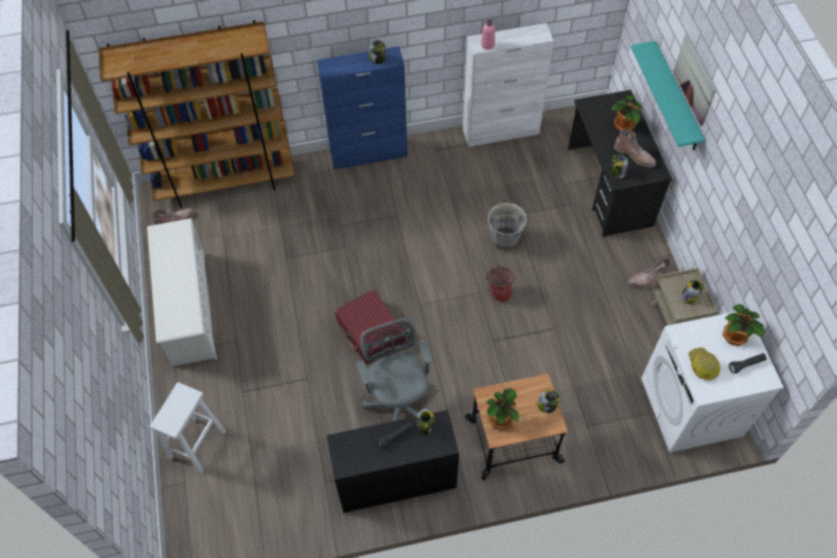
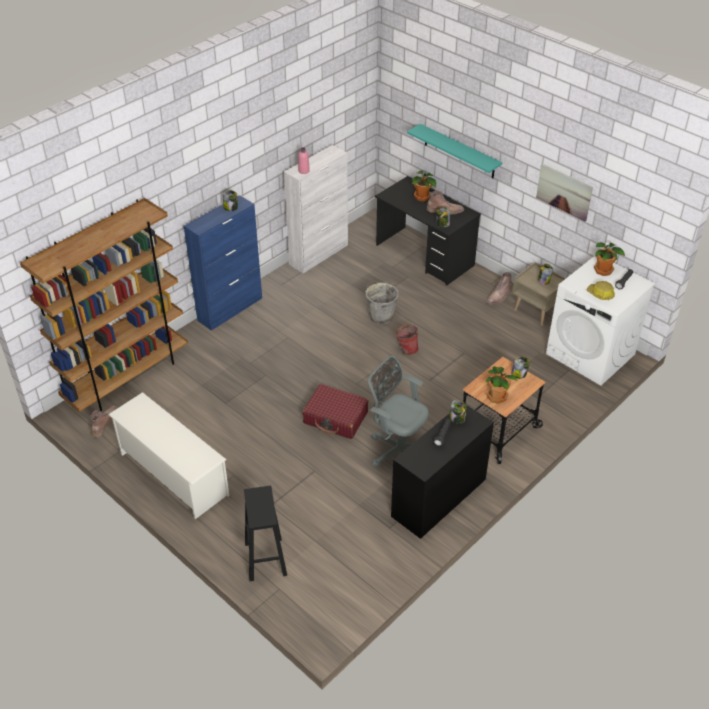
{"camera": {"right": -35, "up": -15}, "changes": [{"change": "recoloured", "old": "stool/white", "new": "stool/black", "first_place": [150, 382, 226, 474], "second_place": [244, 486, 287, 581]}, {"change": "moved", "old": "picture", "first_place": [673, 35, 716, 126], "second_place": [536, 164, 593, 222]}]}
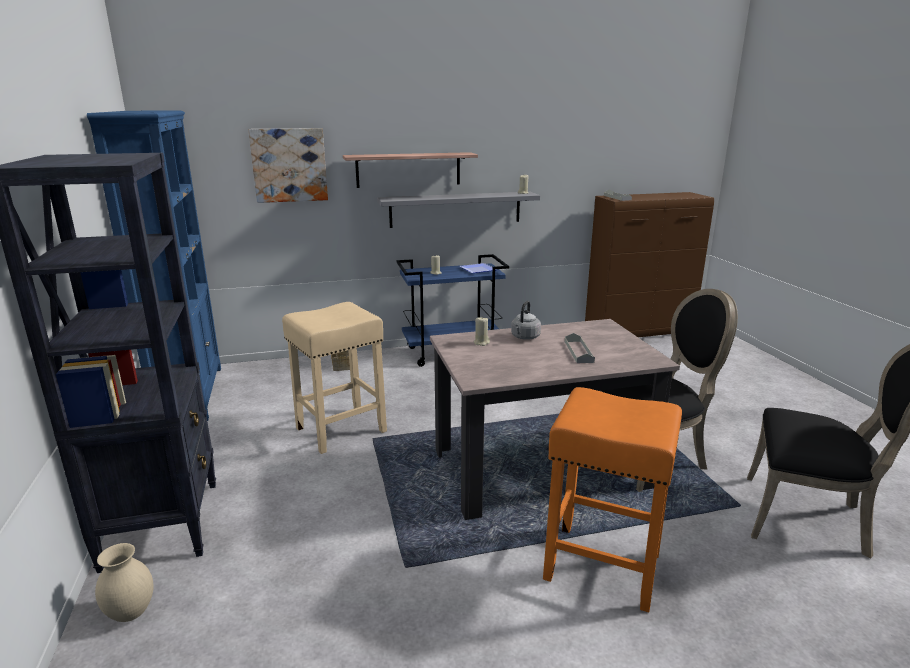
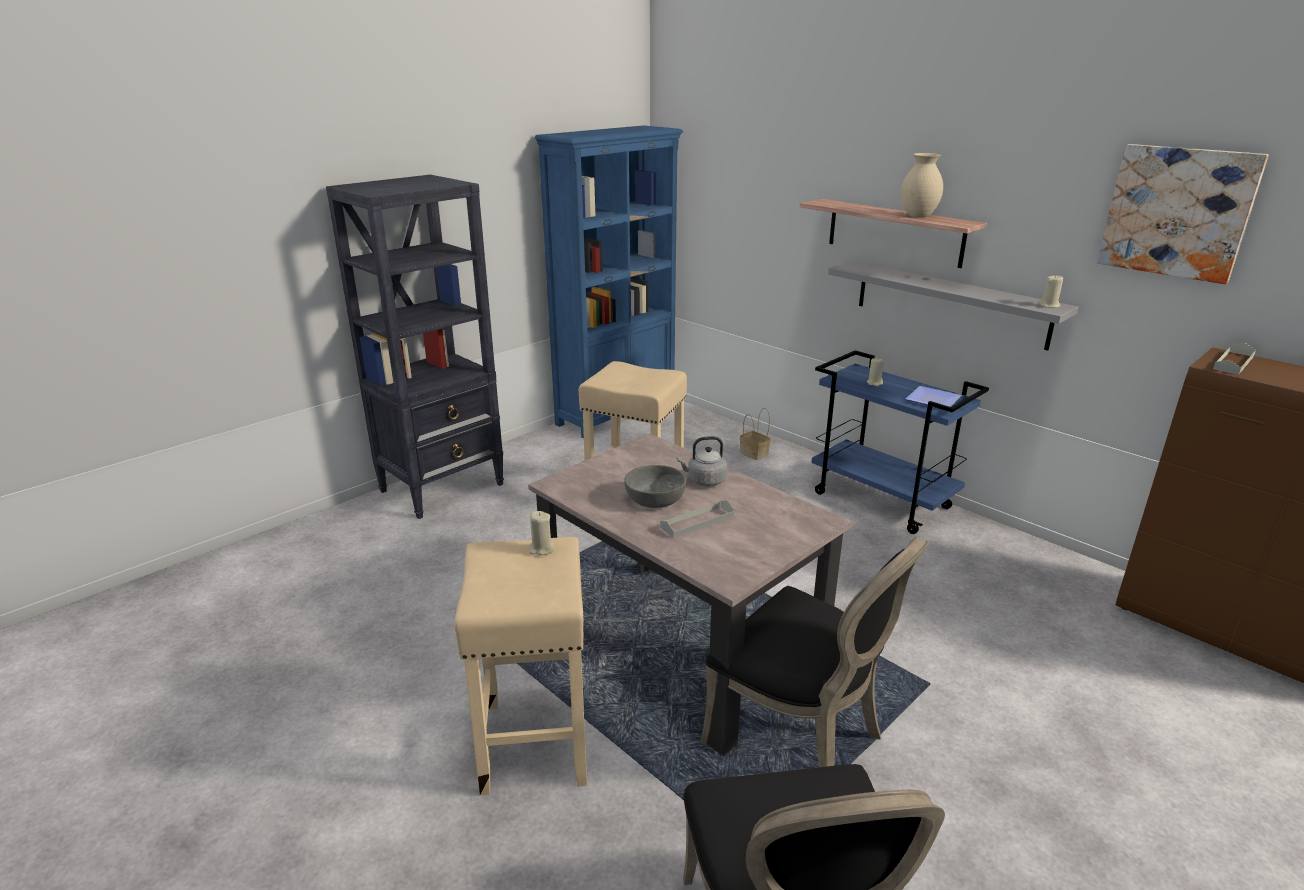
{"camera": {"right": 60, "up": 5}, "changes": [{"change": "recoloured", "old": "stool/orange", "new": "stool/beige", "first_place": [543, 387, 682, 612], "second_place": [454, 537, 587, 795]}, {"change": "moved", "old": "candle/beige", "first_place": [474, 317, 490, 346], "second_place": [529, 511, 554, 555]}, {"change": "added", "new": "bowl/grey", "second_place": [624, 465, 686, 508]}, {"change": "moved", "old": "vase/beige", "first_place": [95, 543, 153, 622], "second_place": [901, 153, 943, 218]}, {"change": "moved", "old": "picture", "first_place": [248, 128, 328, 203], "second_place": [1097, 144, 1269, 284]}]}
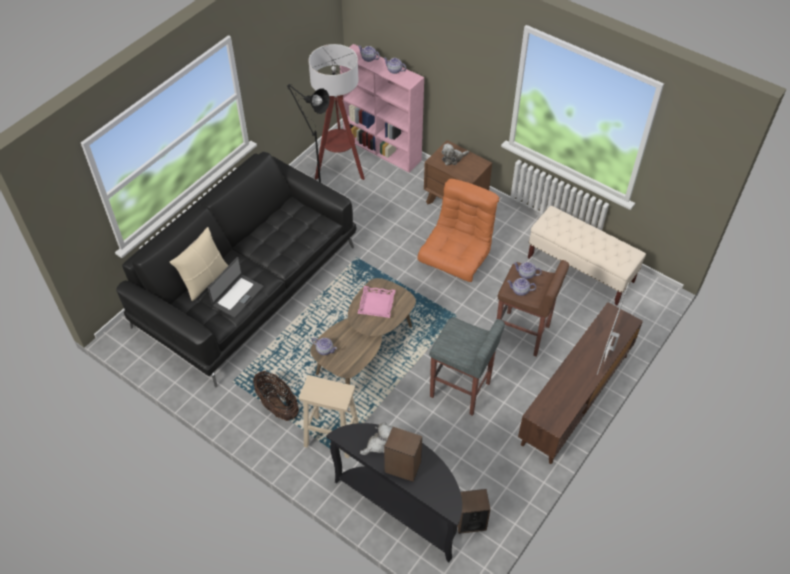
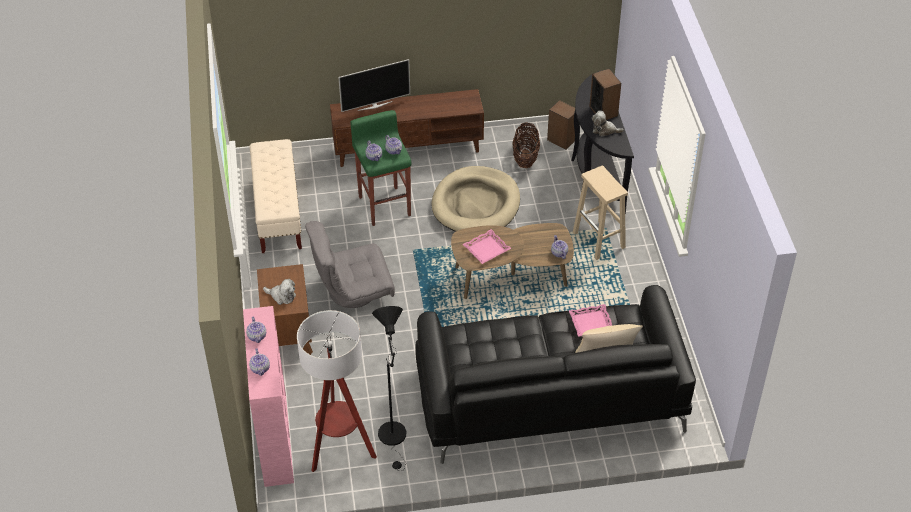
{"camera": {"right": -135, "up": -5}, "changes": [{"change": "recoloured", "old": "armchair/orange", "new": "armchair/grey", "first_place": [418, 179, 500, 282], "second_place": [305, 221, 395, 308]}, {"change": "recoloured", "old": "stool/brown", "new": "stool/green", "first_place": [497, 260, 569, 357], "second_place": [350, 110, 412, 226]}, {"change": "replaced", "old": "stool/grey", "new": "dog bed/beige", "first_place": [429, 317, 505, 416], "second_place": [431, 166, 520, 232]}, {"change": "moved", "old": "basket", "first_place": [253, 371, 299, 421], "second_place": [513, 122, 540, 168]}, {"change": "replaced", "old": "laptop", "new": "tray/pink", "first_place": [208, 257, 264, 318], "second_place": [569, 304, 612, 337]}]}
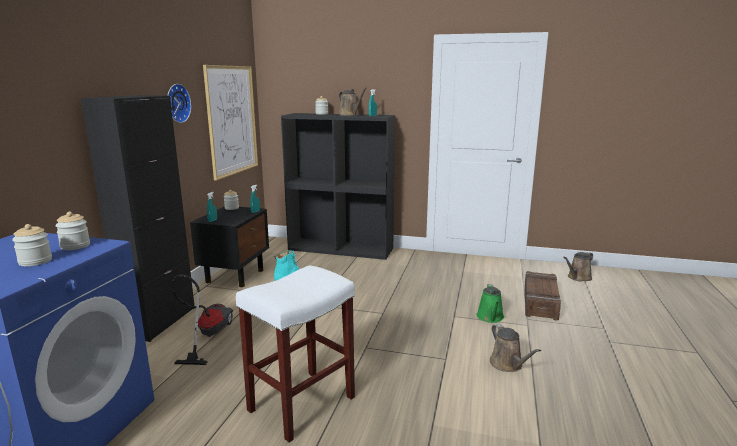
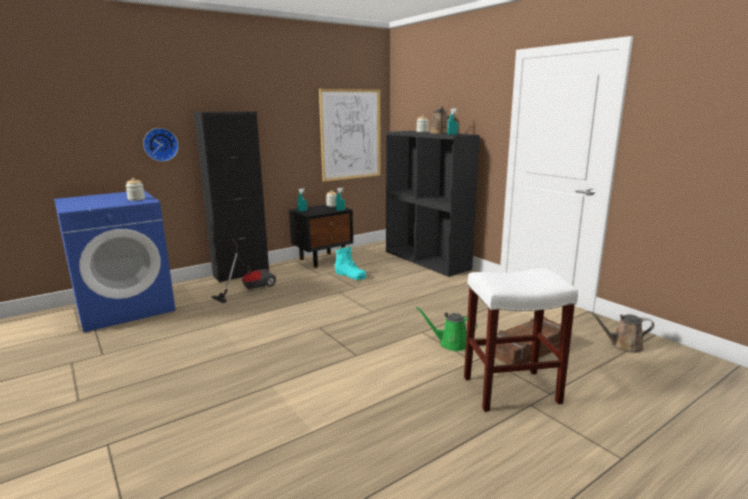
{"camera": {"right": 40, "up": 0}, "changes": [{"change": "moved", "old": "wall clock", "first_place": [167, 84, 191, 123], "second_place": [143, 128, 179, 162]}, {"change": "turned", "old": "watering can/green", "first_place": [477, 284, 504, 323], "second_place": [416, 307, 478, 351], "degrees": 60}, {"change": "moved", "old": "stool/white", "first_place": [236, 265, 355, 443], "second_place": [464, 268, 578, 412]}, {"change": "removed", "old": "jar", "first_place": [12, 224, 52, 266]}, {"change": "removed", "old": "watering can/brown", "first_place": [490, 324, 541, 372]}]}
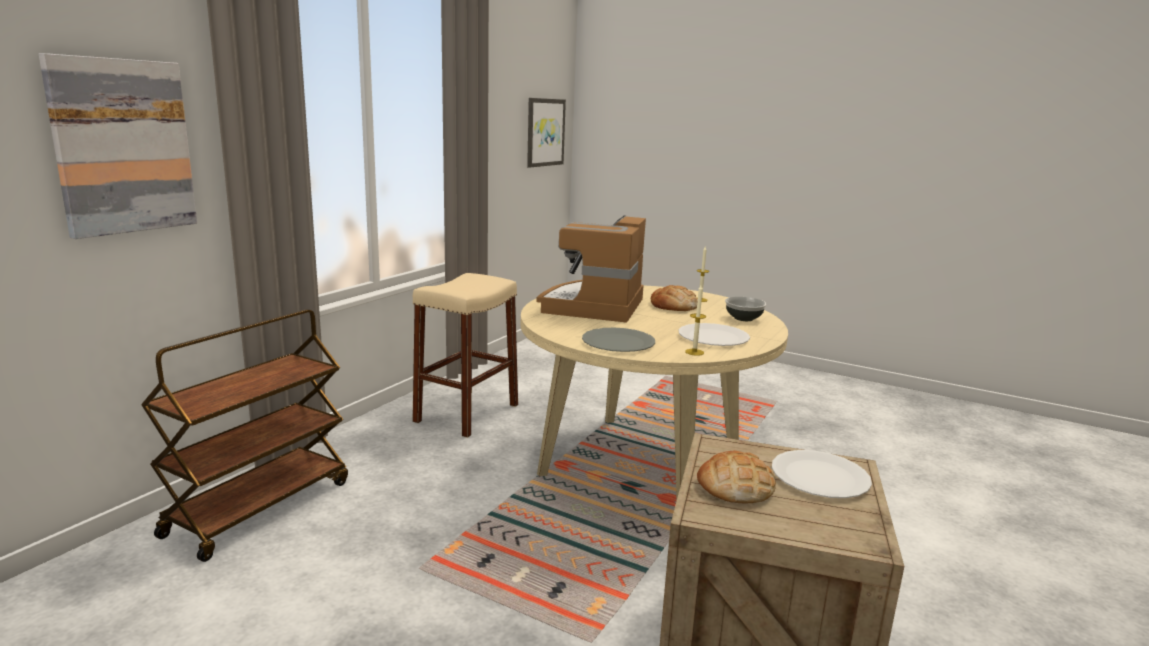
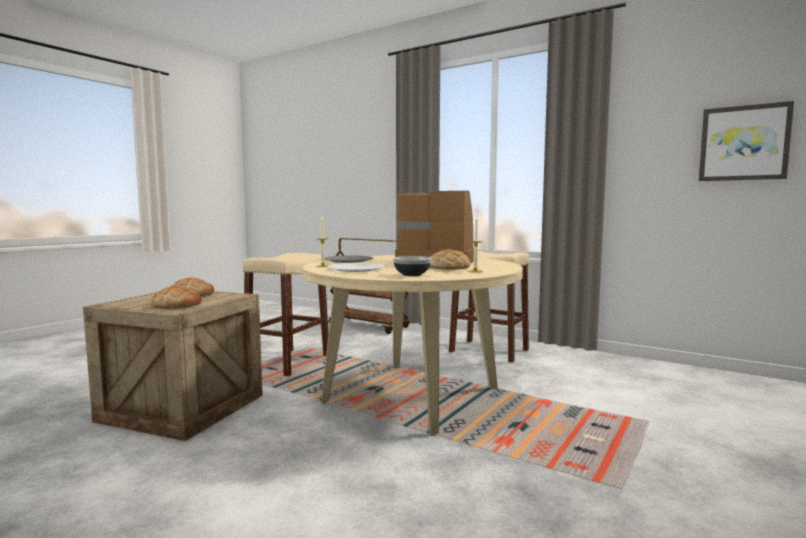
{"camera": {"right": 95, "up": -10}, "changes": [{"change": "replaced", "old": "plate/white", "new": "bread", "first_place": [772, 450, 872, 498], "second_place": [151, 285, 202, 309]}, {"change": "added", "new": "stool/beige", "second_place": [243, 253, 329, 376]}, {"change": "removed", "old": "picture", "first_place": [39, 53, 197, 239]}]}
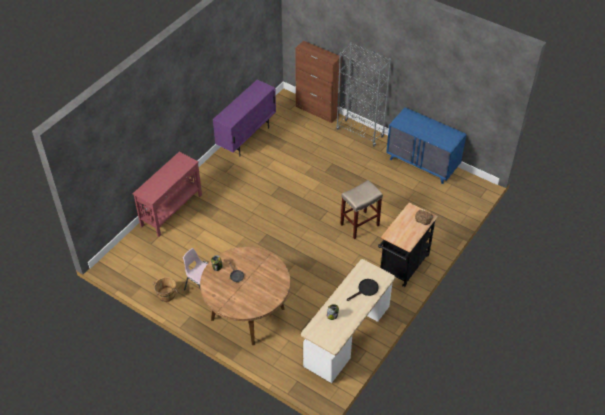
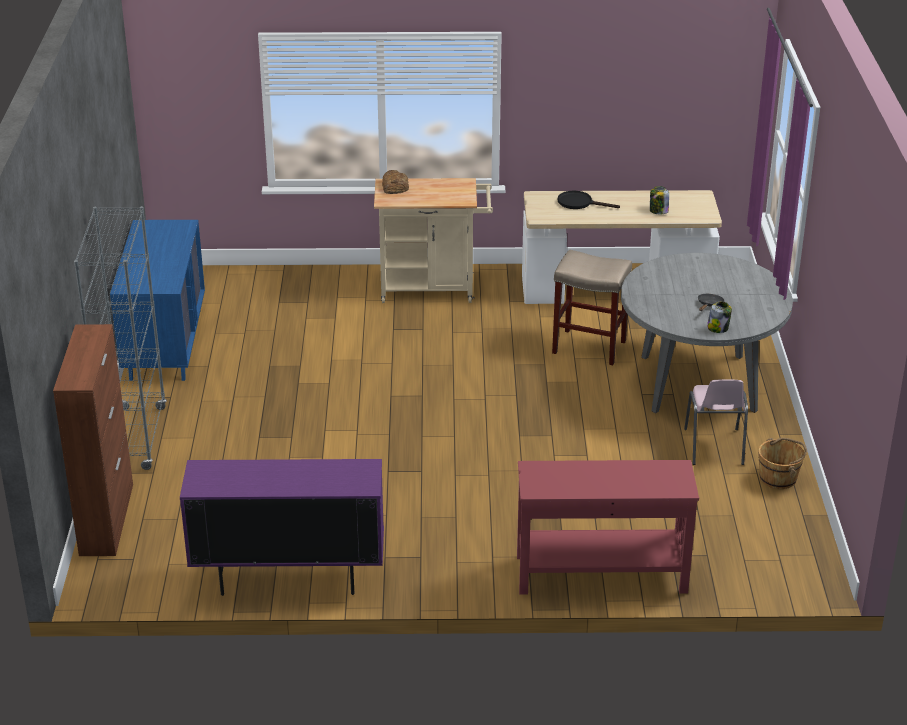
{"camera": {"right": -125, "up": -15}, "changes": [{"change": "recoloured", "old": "cart/black", "new": "cart/beige", "first_place": [378, 203, 438, 287], "second_place": [374, 178, 493, 303]}, {"change": "moved", "old": "stool/beige", "first_place": [340, 180, 383, 239], "second_place": [552, 250, 632, 365]}, {"change": "recoloured", "old": "dining table/brown", "new": "dining table/grey", "first_place": [200, 247, 290, 345], "second_place": [621, 253, 793, 414]}]}
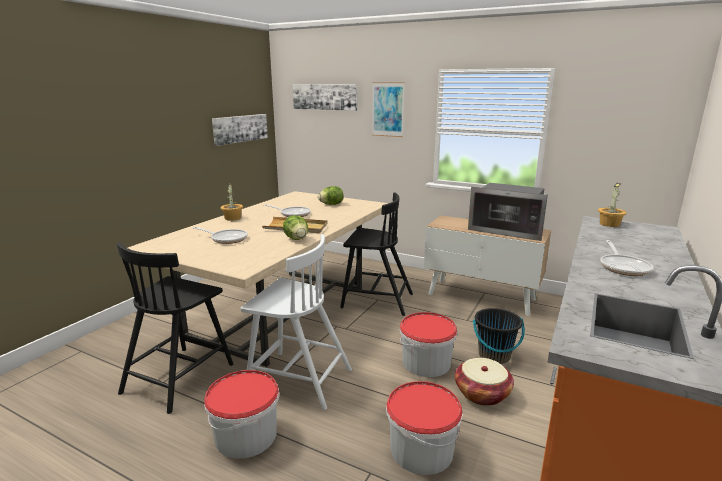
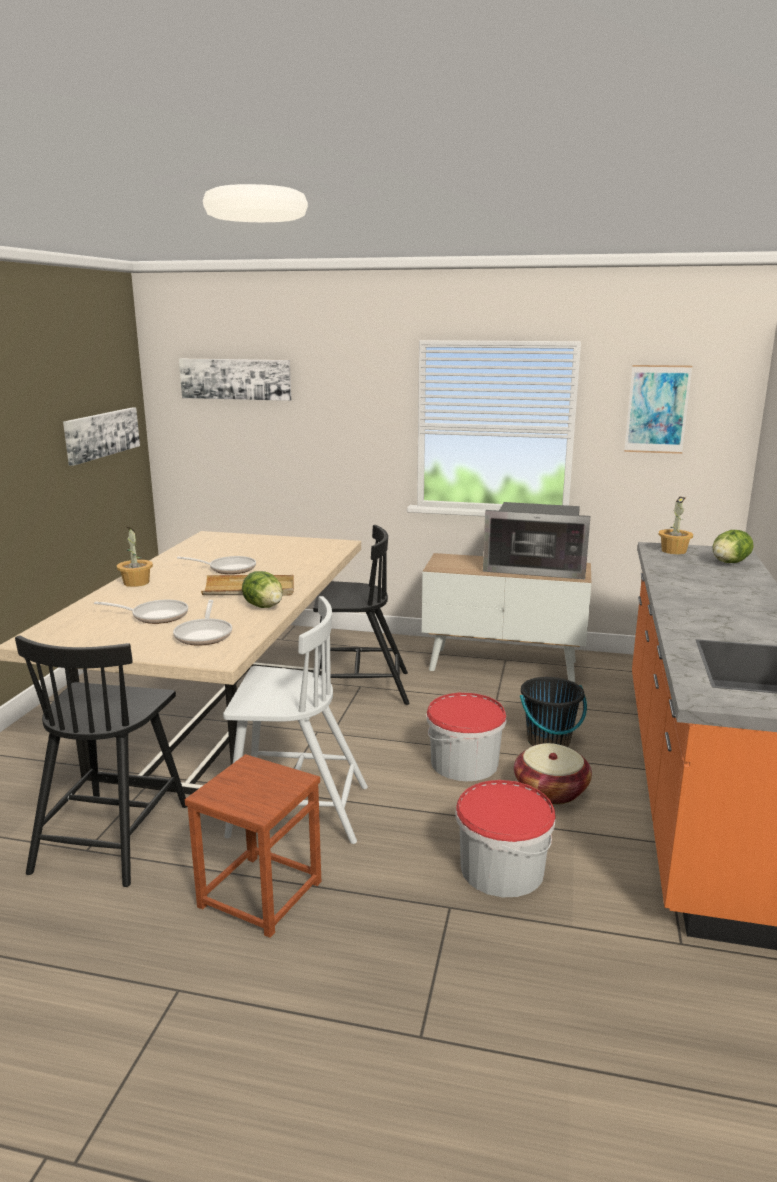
{"camera": {"right": -15, "up": 0}, "changes": [{"change": "moved", "old": "frying pan", "first_place": [600, 240, 653, 276], "second_place": [173, 600, 232, 646]}, {"change": "replaced", "old": "bucket", "new": "stool/brown", "first_place": [204, 370, 279, 459], "second_place": [185, 754, 321, 938]}, {"change": "moved", "old": "picture", "first_place": [372, 82, 405, 137], "second_place": [624, 365, 692, 454]}, {"change": "moved", "old": "lettuce", "first_place": [318, 186, 343, 205], "second_place": [713, 530, 753, 563]}]}
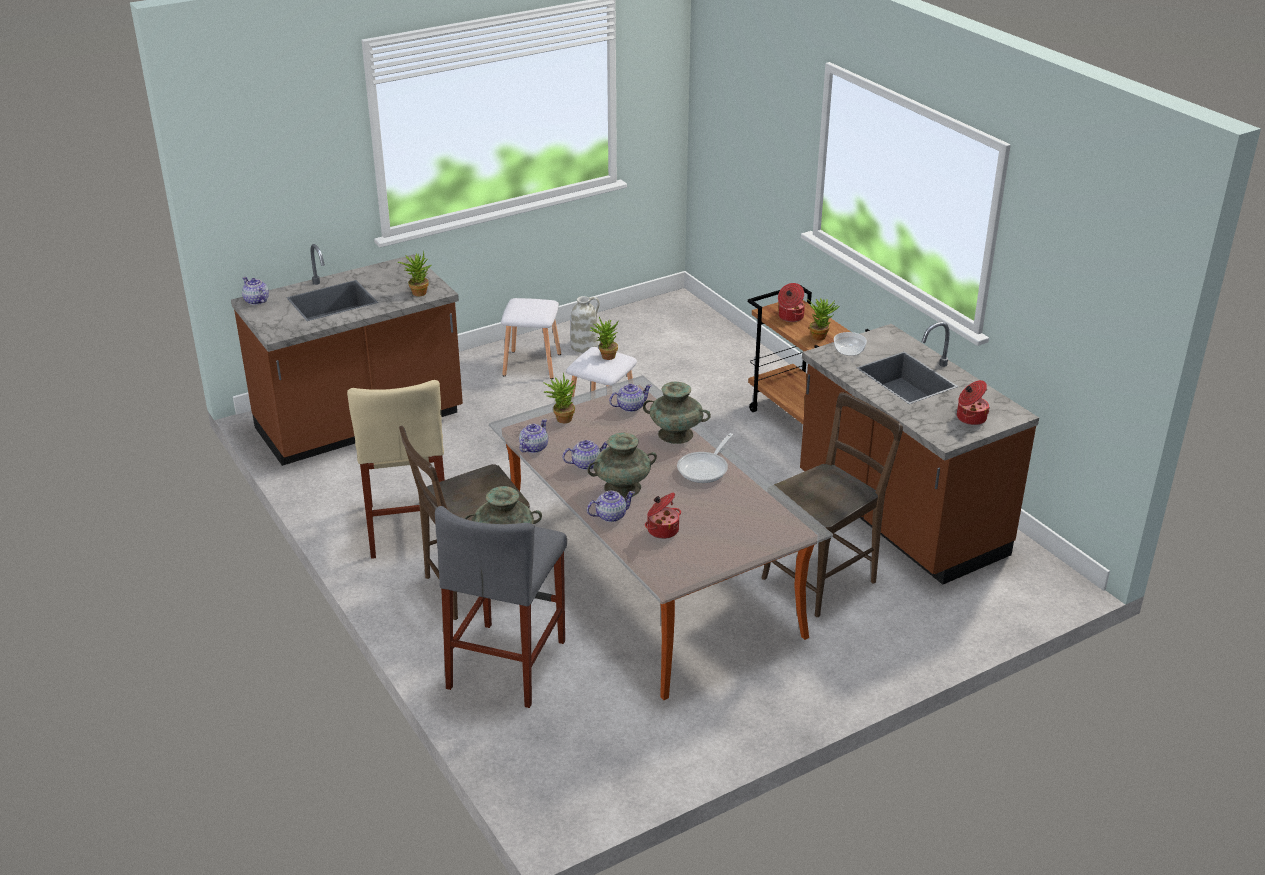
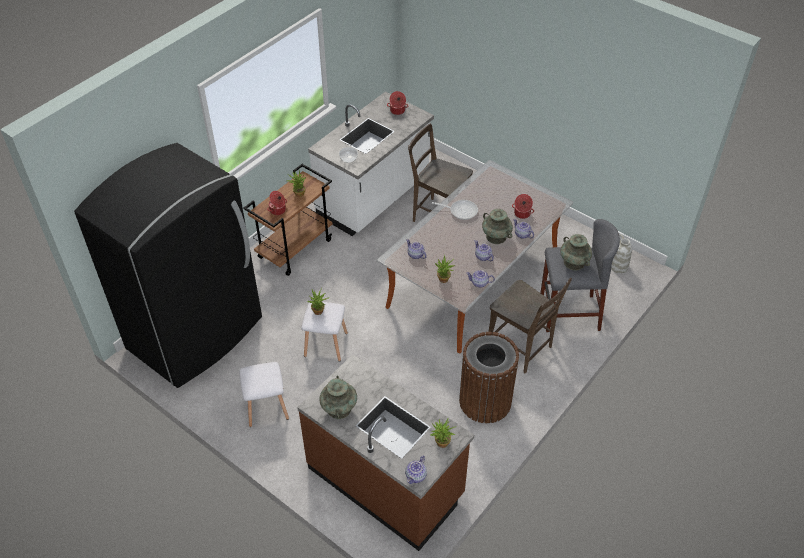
{"camera": {"right": -110, "up": 15}, "changes": [{"change": "added", "new": "fridge/black", "second_place": [74, 143, 262, 388]}, {"change": "recoloured", "old": "counter/brown", "new": "counter/white", "first_place": [800, 322, 1039, 585], "second_place": [308, 91, 434, 236]}, {"change": "moved", "old": "vase/turquoise", "first_place": [643, 381, 711, 444], "second_place": [319, 376, 357, 419]}, {"change": "moved", "old": "potted plant", "first_place": [398, 250, 432, 296], "second_place": [430, 418, 455, 448]}, {"change": "replaced", "old": "stool/beige", "new": "trash can/brown", "first_place": [347, 380, 445, 559], "second_place": [459, 332, 519, 423]}, {"change": "moved", "old": "vase/white", "first_place": [571, 296, 600, 353], "second_place": [611, 234, 632, 273]}]}
